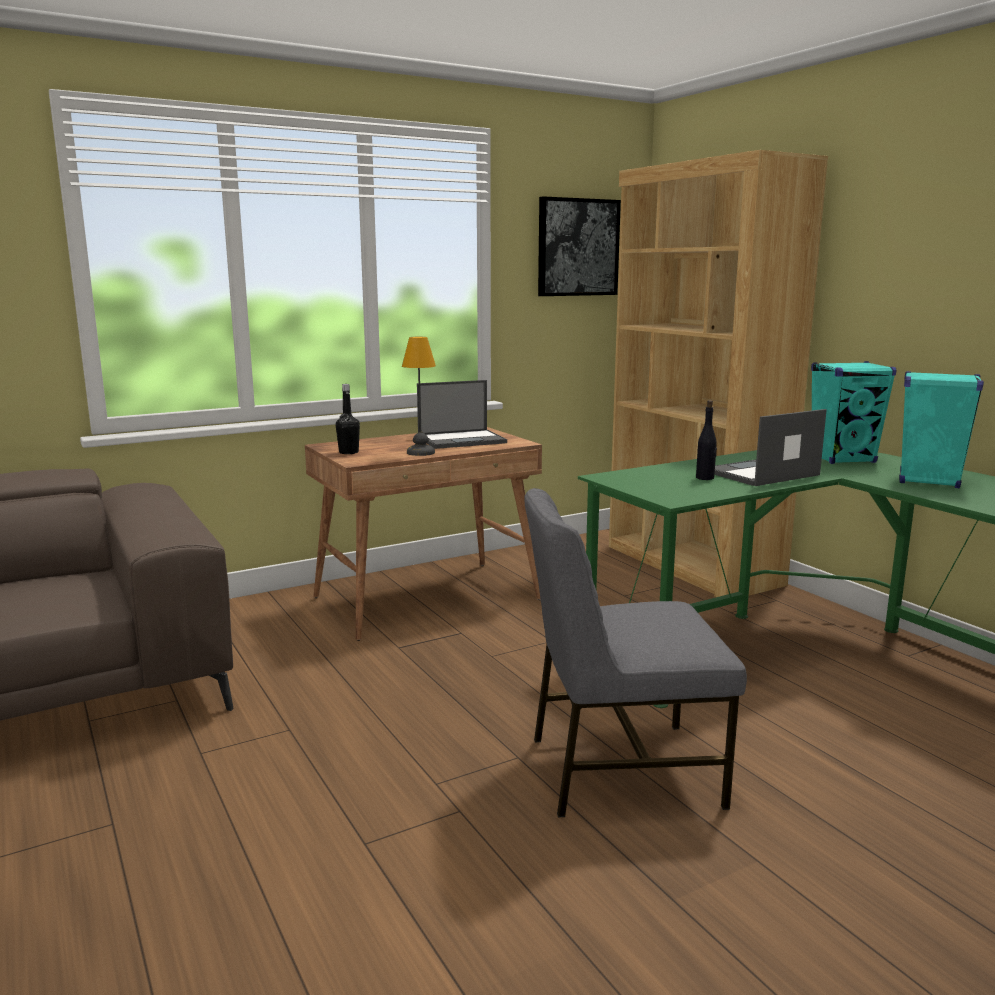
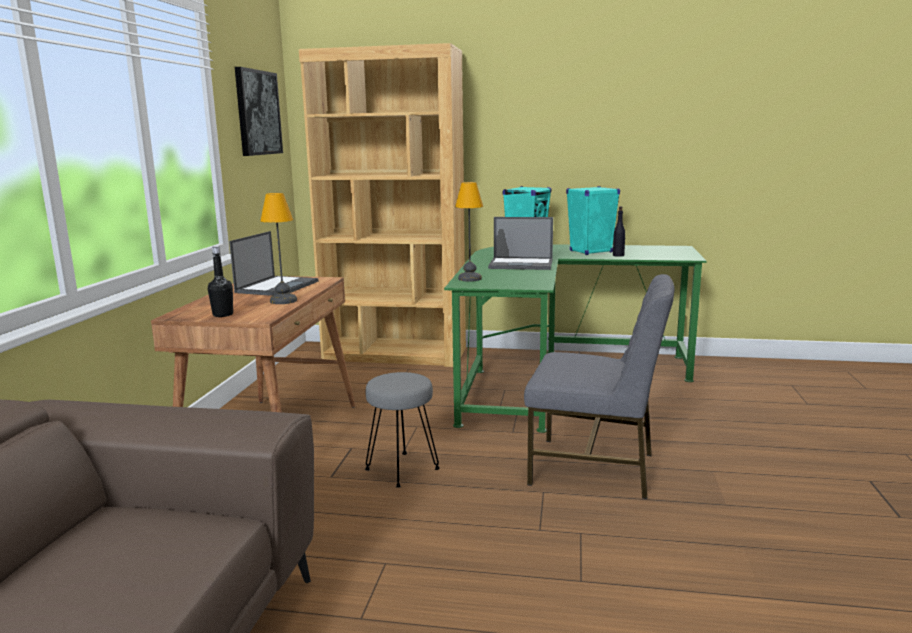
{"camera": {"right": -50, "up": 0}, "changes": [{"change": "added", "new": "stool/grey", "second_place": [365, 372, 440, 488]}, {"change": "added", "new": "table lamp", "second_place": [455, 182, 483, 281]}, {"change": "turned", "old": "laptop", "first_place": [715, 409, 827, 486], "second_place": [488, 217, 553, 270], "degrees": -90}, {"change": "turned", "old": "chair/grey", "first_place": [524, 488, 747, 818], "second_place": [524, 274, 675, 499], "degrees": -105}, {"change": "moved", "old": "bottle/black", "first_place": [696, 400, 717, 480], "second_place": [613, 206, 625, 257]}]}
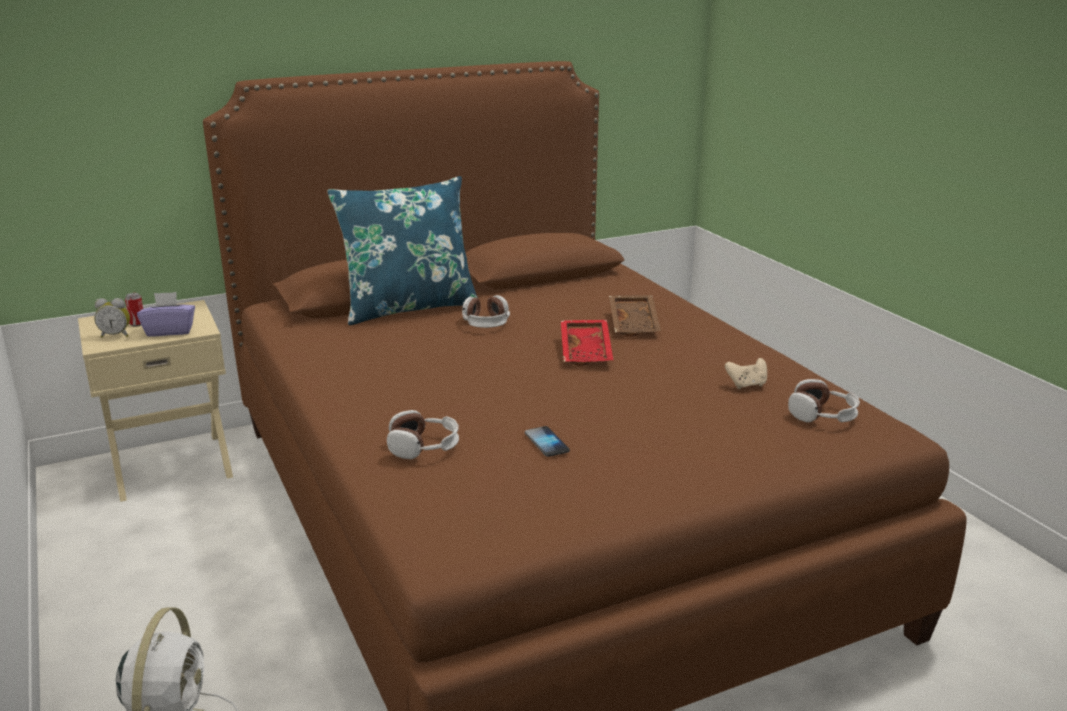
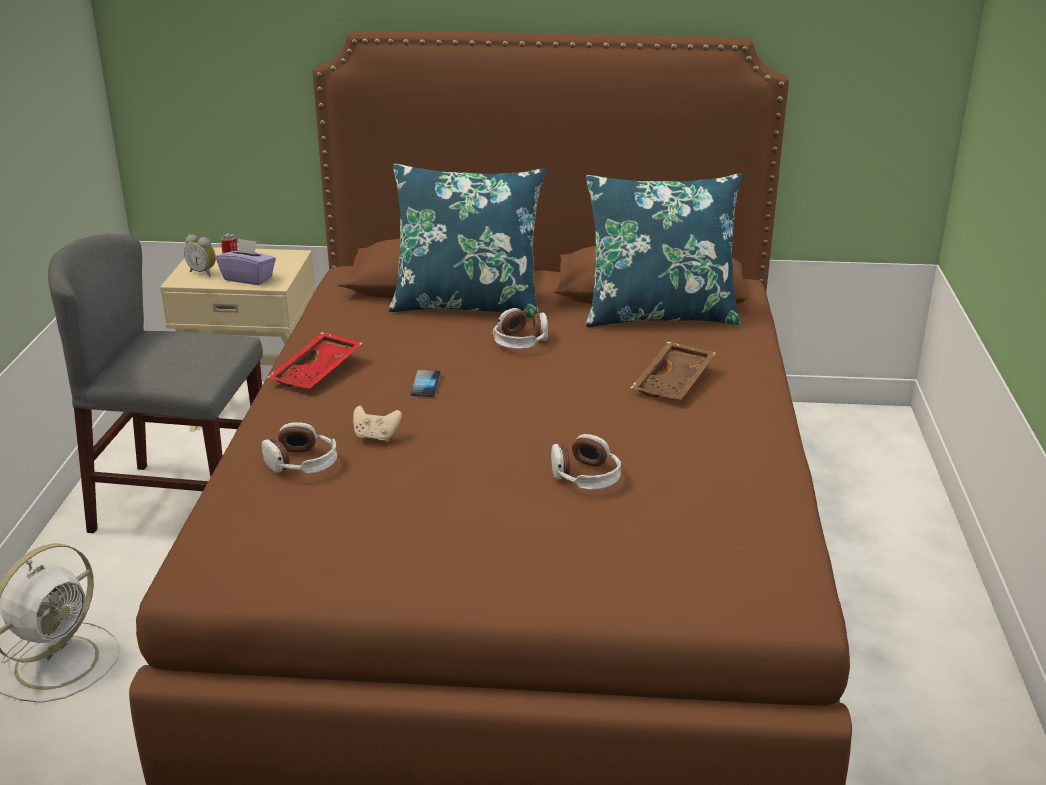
{"camera": {"right": 30, "up": 5}, "changes": [{"change": "added", "new": "chair/grey", "second_place": [48, 234, 263, 533]}, {"change": "moved", "old": "tray/red", "first_place": [561, 320, 613, 366], "second_place": [267, 332, 363, 389]}, {"change": "moved", "old": "game controller/beige", "first_place": [725, 358, 767, 389], "second_place": [353, 406, 402, 442]}, {"change": "moved", "old": "phone", "first_place": [525, 426, 570, 457], "second_place": [410, 370, 441, 397]}, {"change": "moved", "old": "headphones", "first_place": [788, 379, 860, 422], "second_place": [551, 434, 621, 490]}, {"change": "added", "new": "pillow/blue", "second_place": [586, 173, 743, 327]}]}
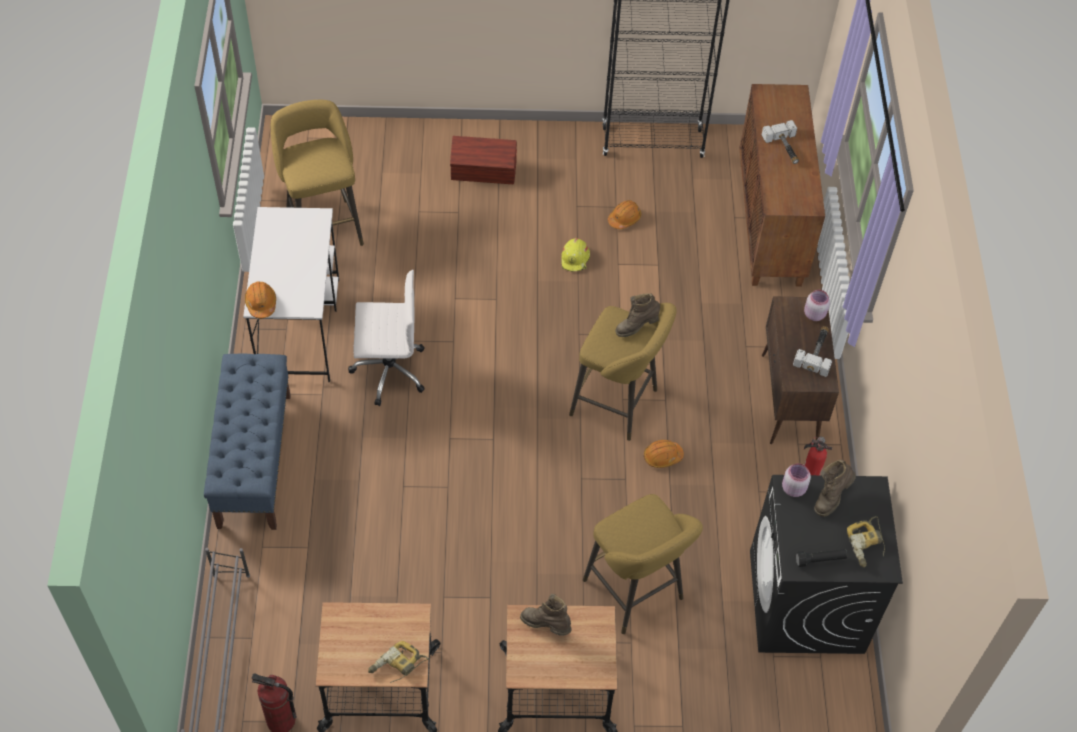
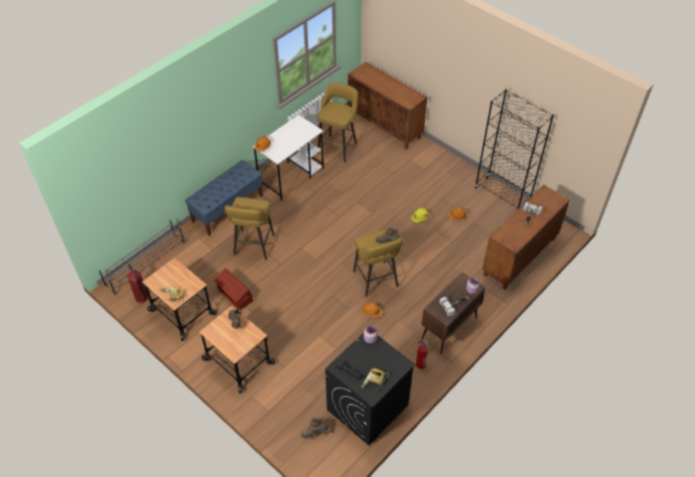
{"camera": {"right": 45, "up": -5}, "changes": [{"change": "moved", "old": "storage box/brown", "first_place": [450, 136, 517, 184], "second_place": [214, 268, 253, 310]}, {"change": "moved", "old": "stool/yellow", "first_place": [583, 494, 703, 634], "second_place": [225, 197, 274, 260]}, {"change": "moved", "old": "boot/brown", "first_place": [814, 459, 856, 517], "second_place": [301, 417, 329, 438]}, {"change": "added", "new": "cabinet/brown", "second_place": [348, 62, 427, 149]}, {"change": "removed", "old": "office chair/white", "first_place": [348, 270, 425, 406]}]}
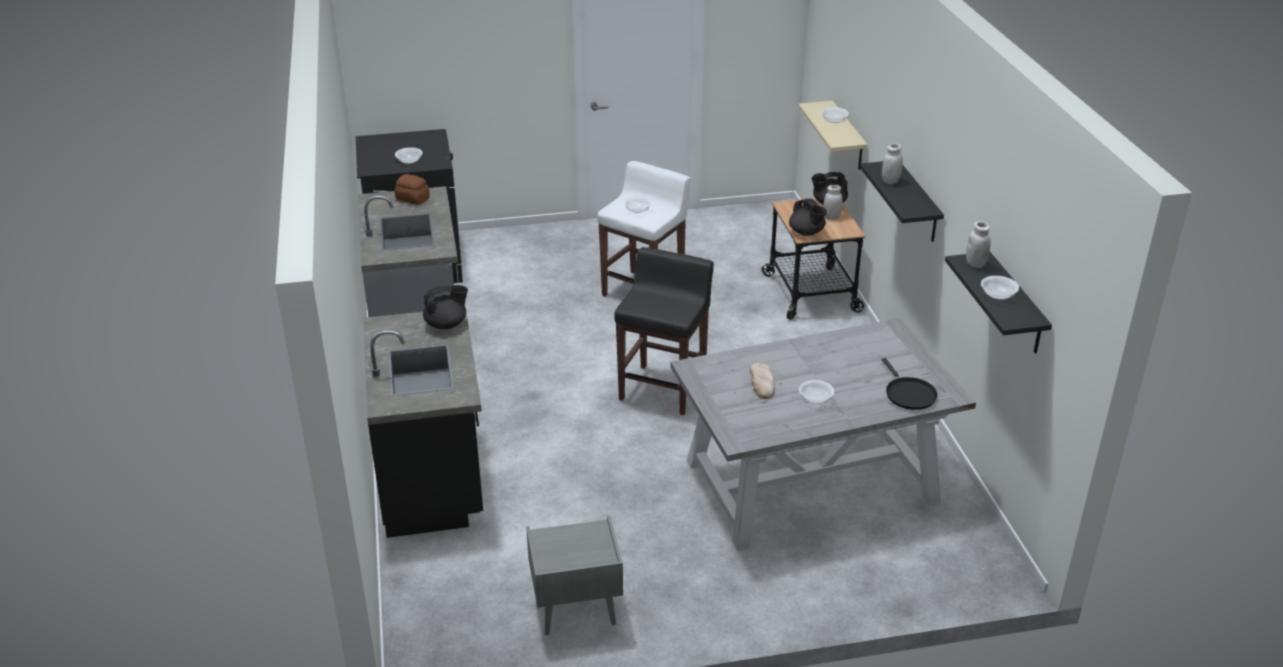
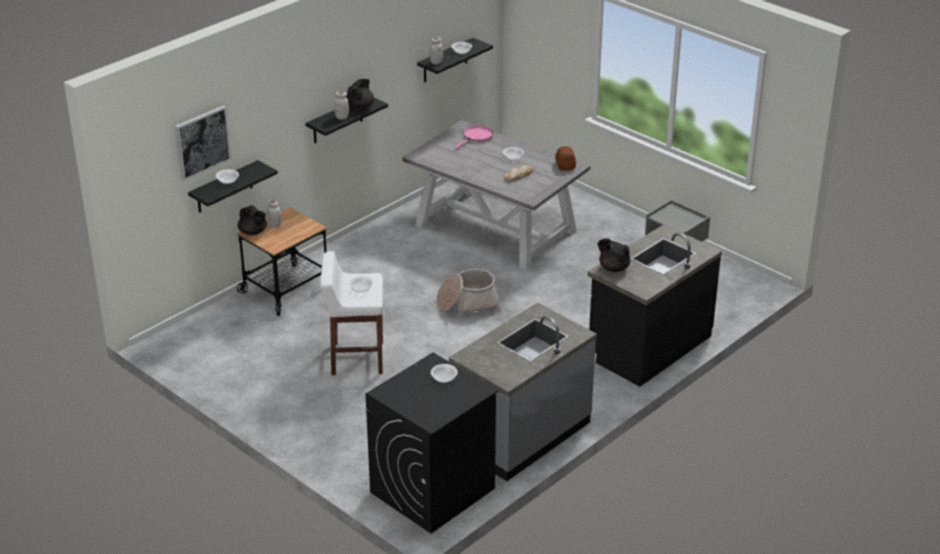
{"camera": {"right": -125, "up": 0}, "changes": [{"change": "added", "new": "picture", "second_place": [175, 105, 231, 181]}, {"change": "recoloured", "old": "shelf/beige", "new": "shelf/black", "first_place": [798, 101, 868, 170], "second_place": [188, 160, 278, 213]}, {"change": "moved", "old": "teapot/black", "first_place": [789, 198, 827, 236], "second_place": [346, 79, 374, 110]}, {"change": "replaced", "old": "stool/black", "new": "basket", "first_place": [614, 247, 714, 415], "second_place": [436, 269, 501, 317]}, {"change": "recoloured", "old": "frying pan/black", "new": "frying pan/pink", "first_place": [882, 358, 938, 410], "second_place": [455, 126, 493, 149]}, {"change": "moved", "old": "bread", "first_place": [395, 174, 430, 205], "second_place": [555, 146, 576, 171]}]}
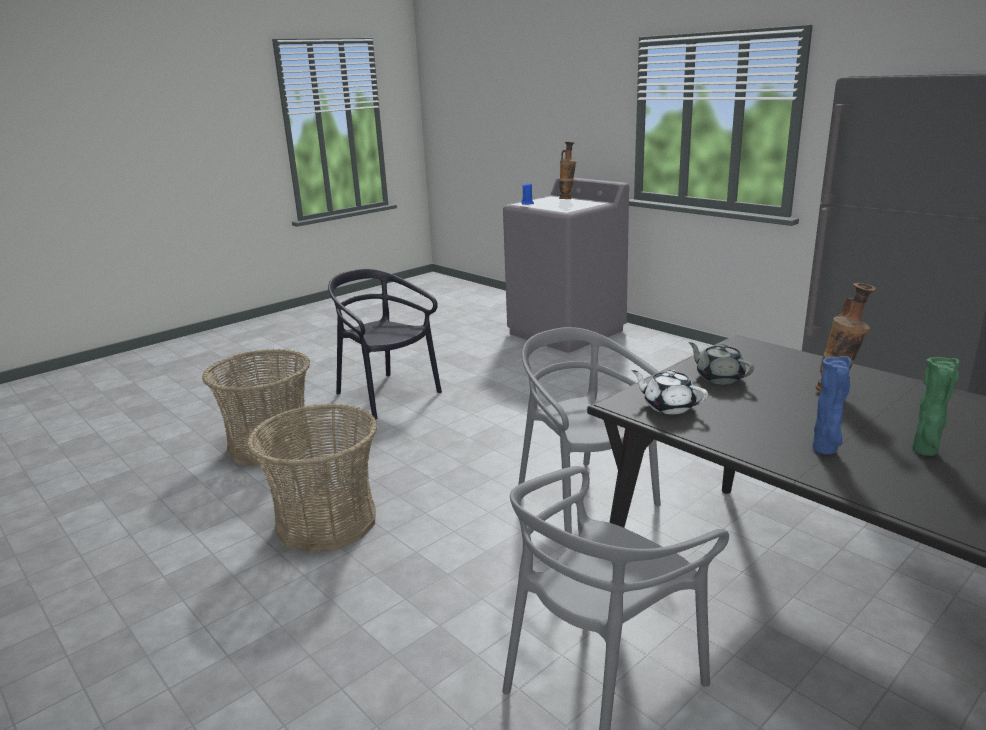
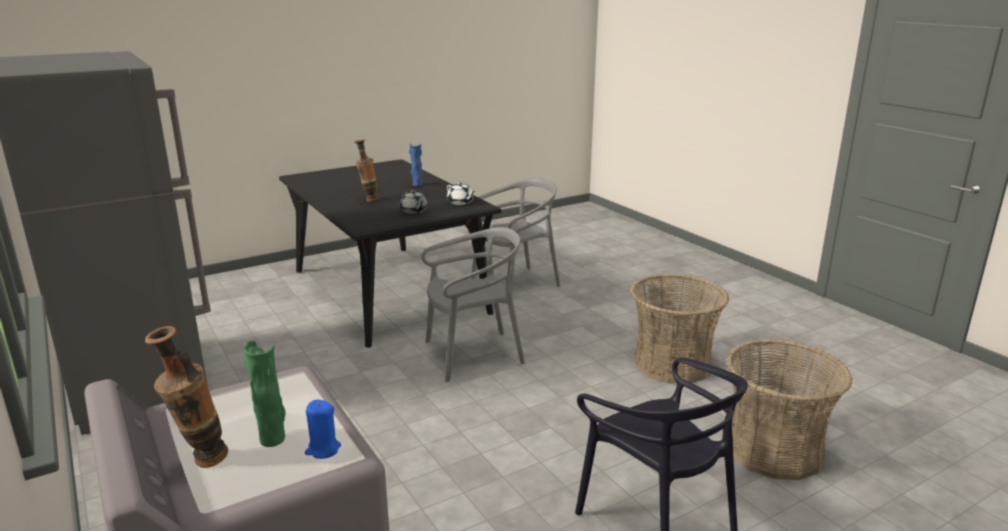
{"camera": {"right": -170, "up": 0}, "changes": [{"change": "moved", "old": "vase/green", "first_place": [912, 357, 959, 456], "second_place": [244, 340, 285, 447]}, {"change": "turned", "old": "chair/grey", "first_place": [518, 327, 661, 534], "second_place": [421, 227, 525, 382], "degrees": -90}]}
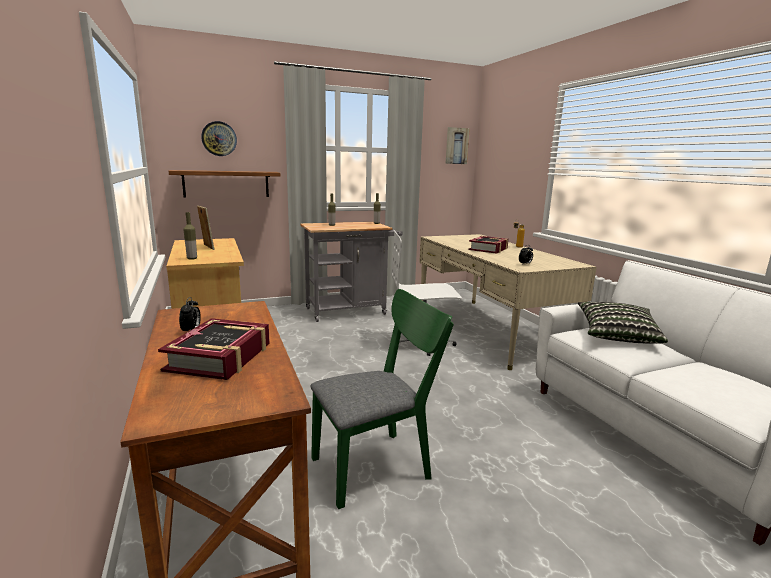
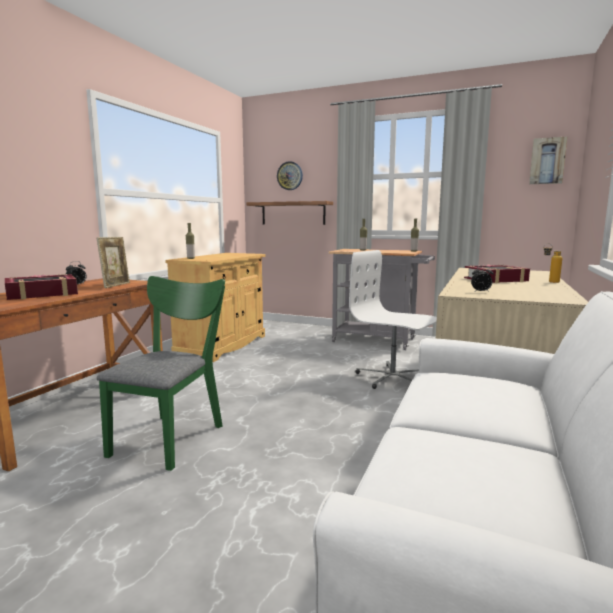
{"camera": {"right": 45, "up": -5}, "changes": [{"change": "moved", "old": "picture frame", "first_place": [197, 206, 214, 250], "second_place": [97, 237, 130, 288]}, {"change": "turned", "old": "chair/green", "first_place": [311, 289, 454, 509], "second_place": [97, 276, 225, 471], "degrees": -90}, {"change": "removed", "old": "pillow", "first_place": [578, 302, 668, 344]}]}
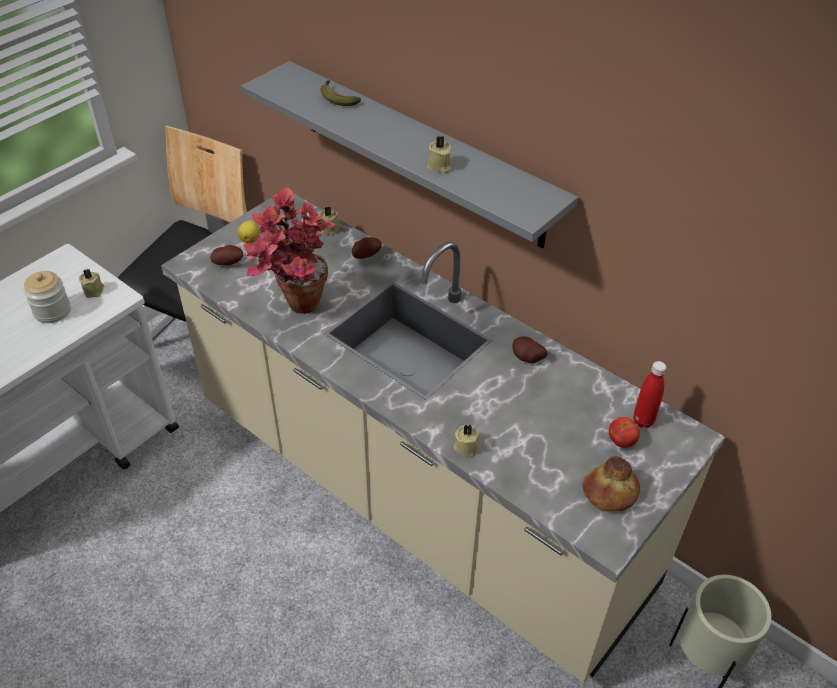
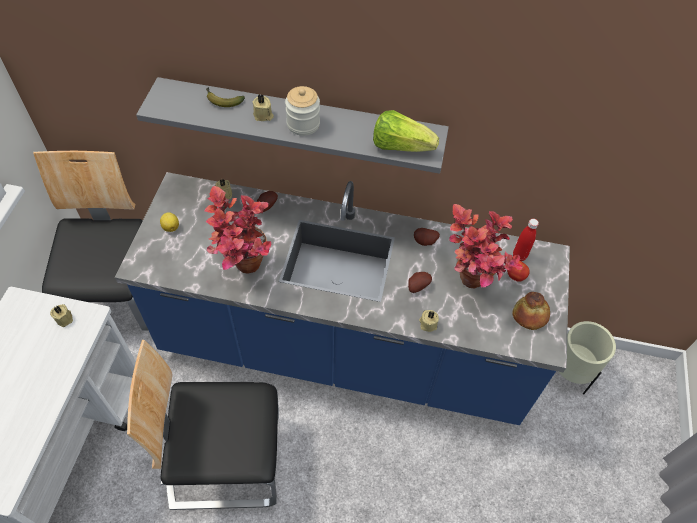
{"camera": {"right": -30, "up": 10}, "changes": [{"change": "recoloured", "old": "counter/beige", "new": "counter/blue", "first_place": [161, 193, 725, 683], "second_place": [115, 172, 570, 425]}, {"change": "added", "new": "chair", "second_place": [127, 340, 279, 510]}, {"change": "moved", "old": "candle/beige", "first_place": [427, 136, 452, 174], "second_place": [253, 94, 274, 121]}, {"change": "moved", "old": "jar", "first_place": [23, 271, 71, 323], "second_place": [285, 86, 320, 136]}, {"change": "added", "new": "lettuce", "second_place": [373, 110, 439, 152]}, {"change": "moved", "old": "potato", "first_place": [210, 245, 243, 265], "second_place": [408, 272, 432, 293]}, {"change": "added", "new": "potted plant", "second_place": [449, 204, 523, 289]}]}
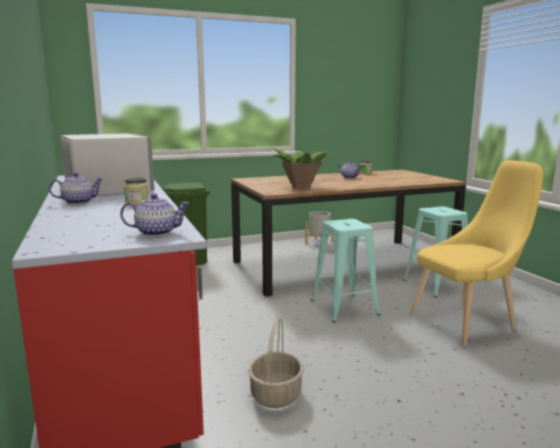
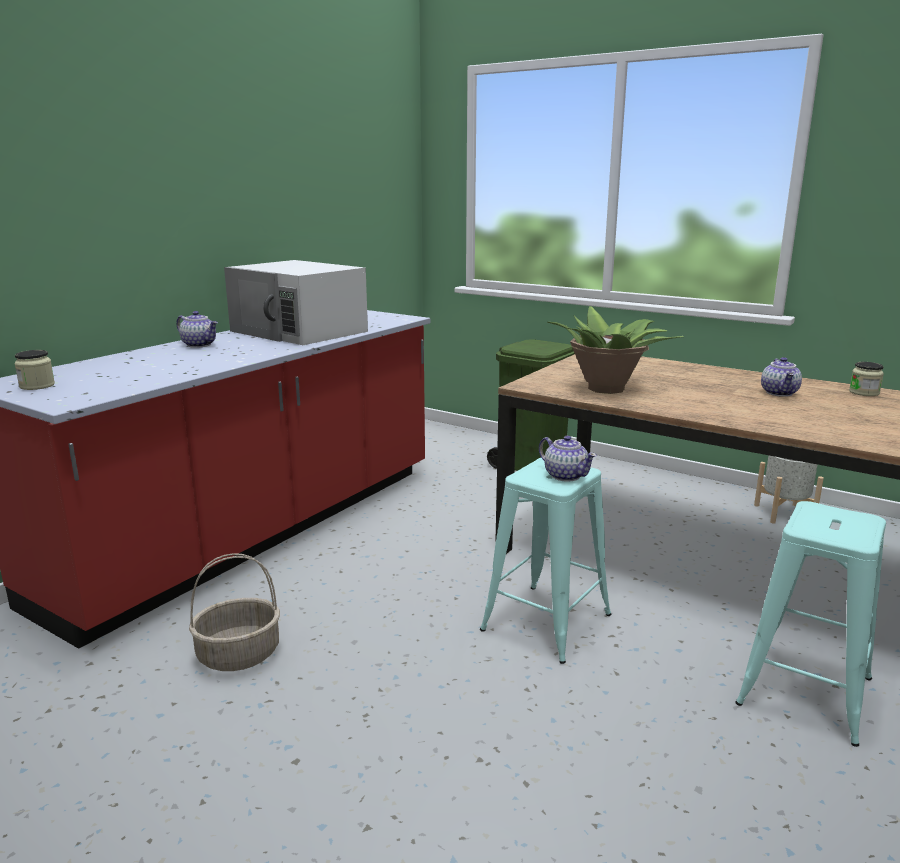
{"camera": {"right": 55, "up": 5}, "changes": [{"change": "moved", "old": "jar", "first_place": [124, 178, 149, 205], "second_place": [14, 350, 55, 390]}, {"change": "turned", "old": "microwave/white", "first_place": [61, 133, 155, 195], "second_place": [224, 260, 368, 345], "degrees": 105}, {"change": "moved", "old": "teapot", "first_place": [120, 194, 190, 236], "second_place": [539, 435, 597, 482]}, {"change": "removed", "old": "chair/yellow", "first_place": [410, 160, 543, 346]}]}
